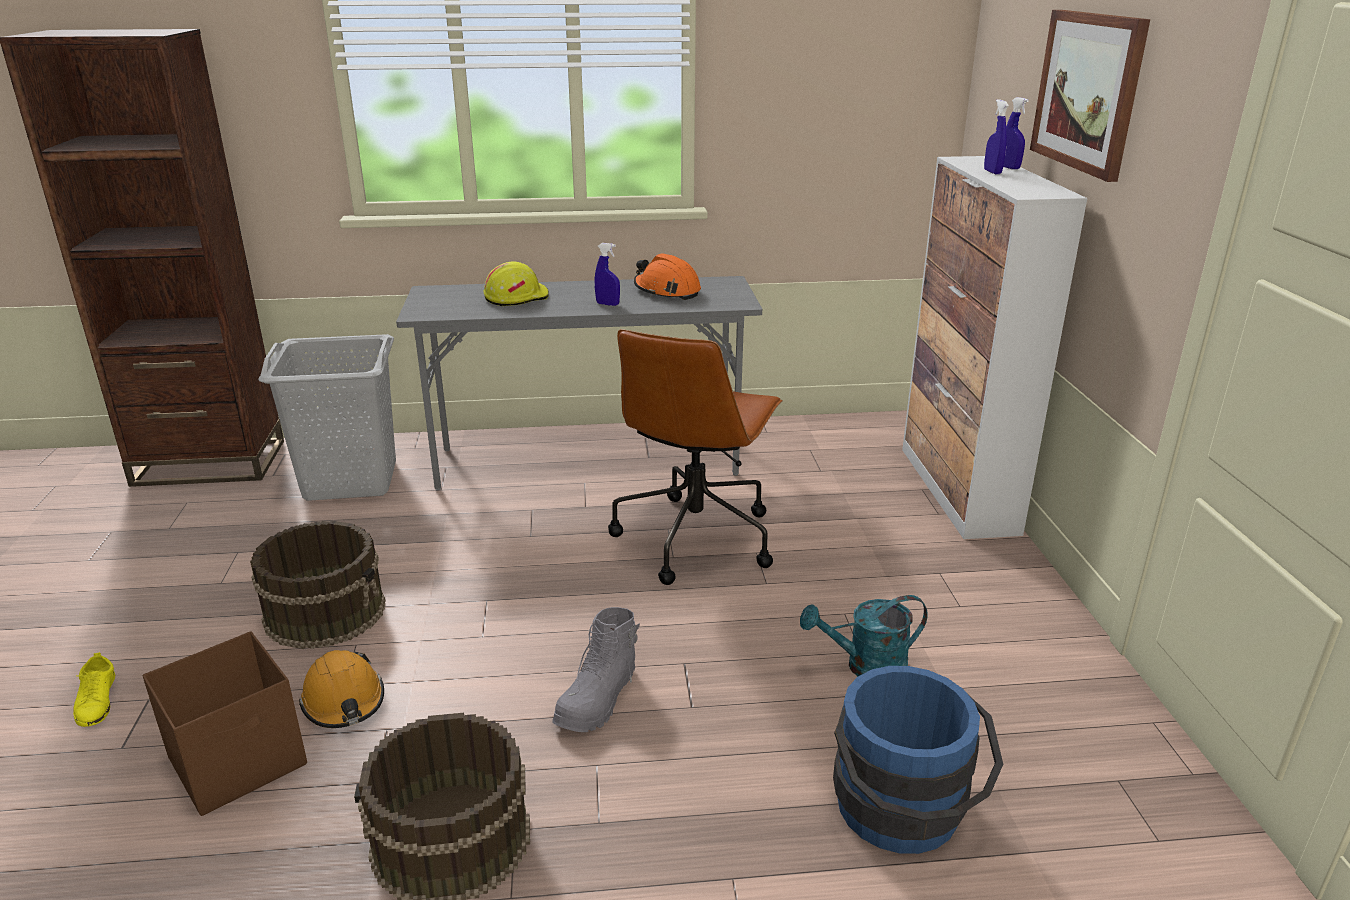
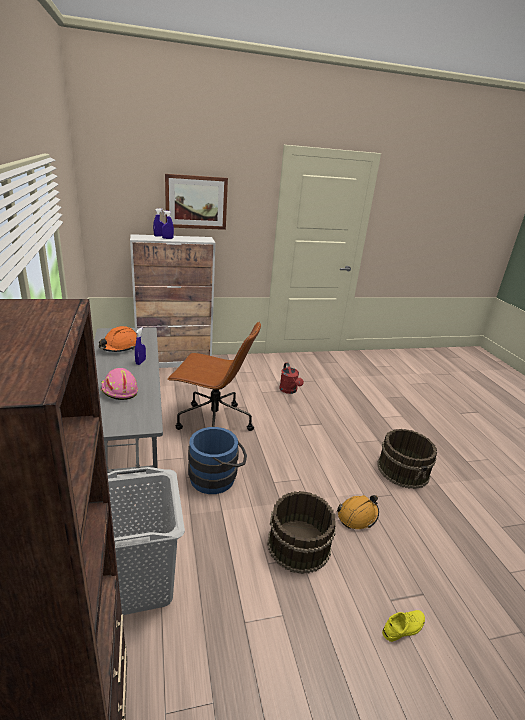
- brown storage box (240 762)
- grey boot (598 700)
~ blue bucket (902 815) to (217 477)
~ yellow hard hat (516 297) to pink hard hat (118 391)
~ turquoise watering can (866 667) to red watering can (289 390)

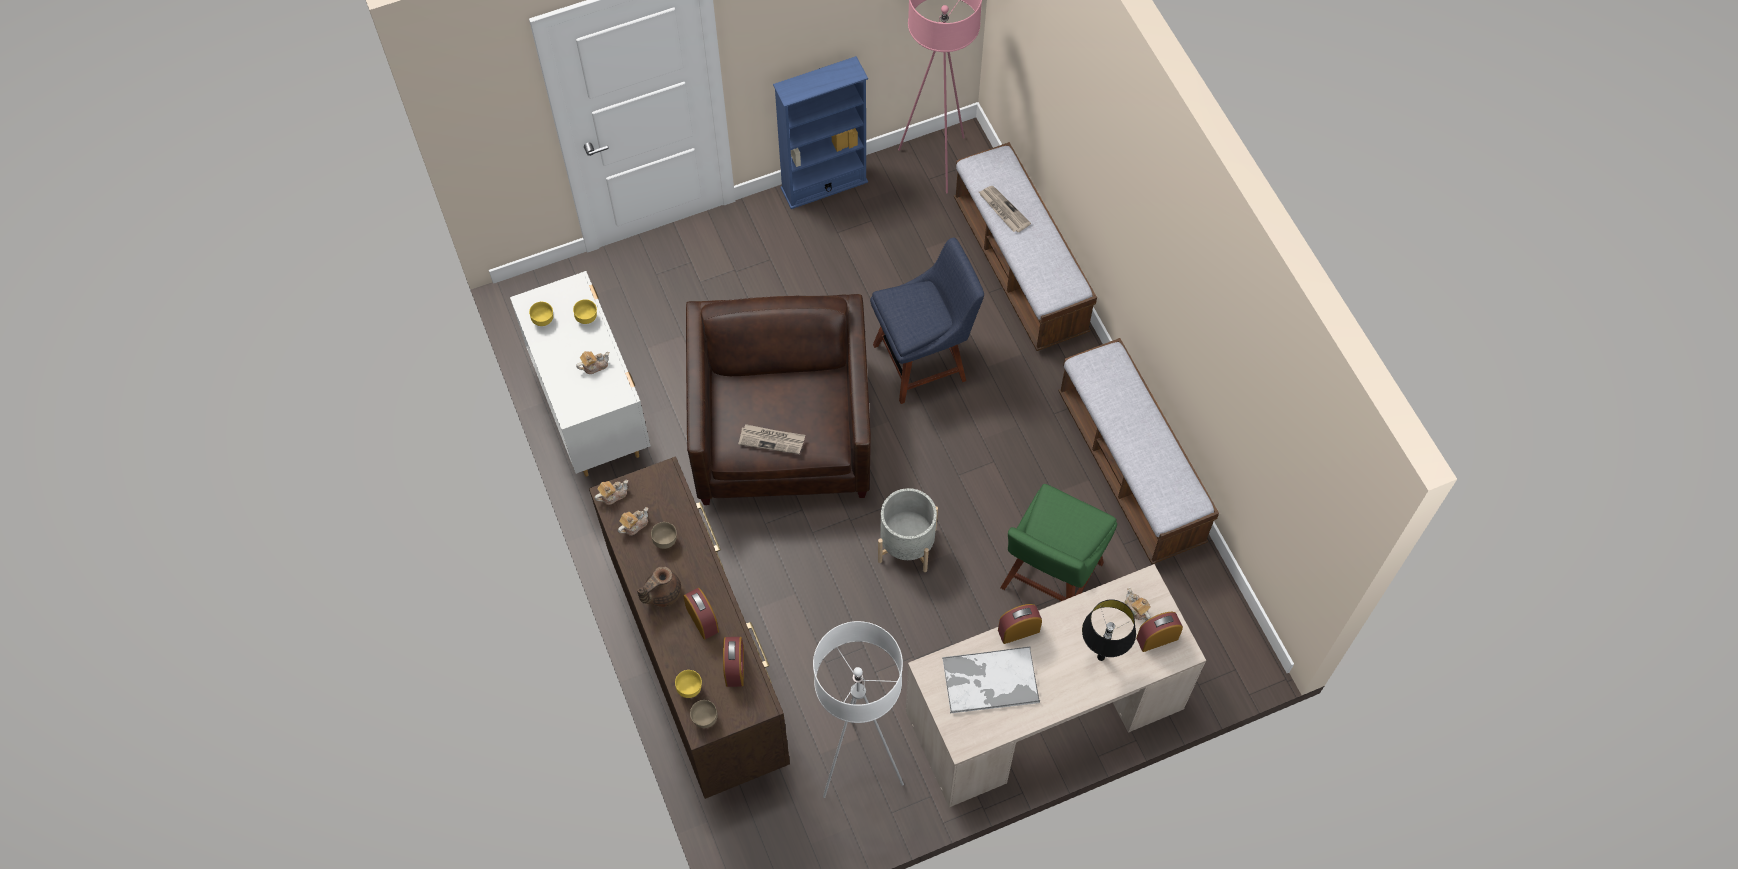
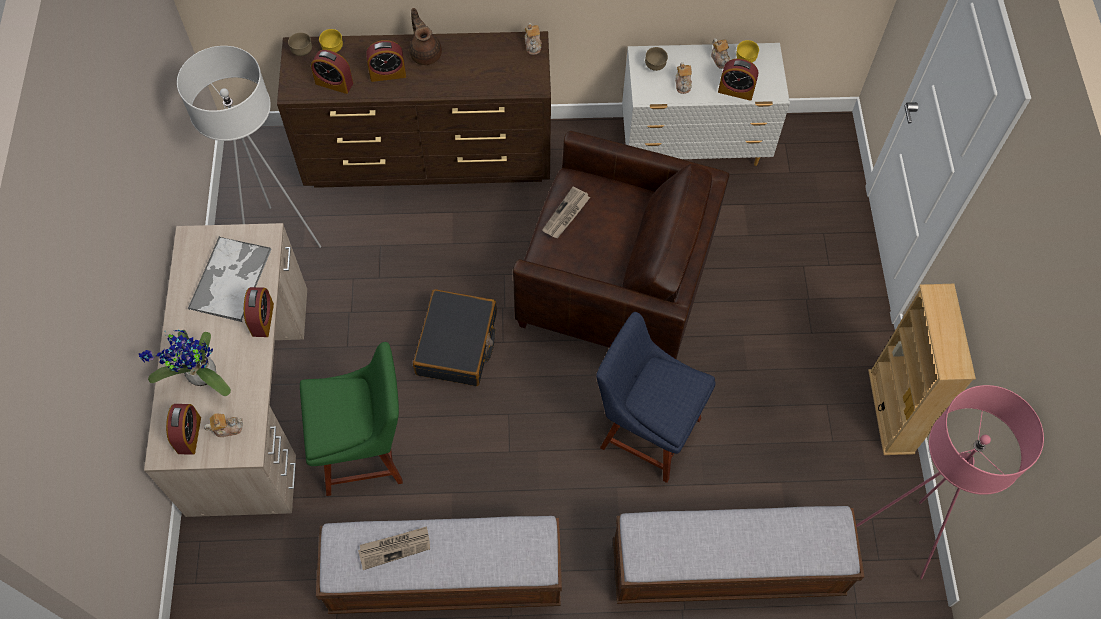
~ teapot (634 525) to (720 59)
~ brown bowl (665 541) to (655 66)
~ newspaper (1003 210) to (395 547)
~ yellow bowl (587 318) to alarm clock (736 91)
~ grey planter (907 545) to black suitcase (457 344)
~ black table lamp (1101 657) to potted plant (199 377)
~ blue bookcase (824 185) to beige bookcase (891 411)
~ blue chair (924 360) = (645 430) 120 degrees clockwise
~ green chair (1049 580) = (366 451) 120 degrees clockwise

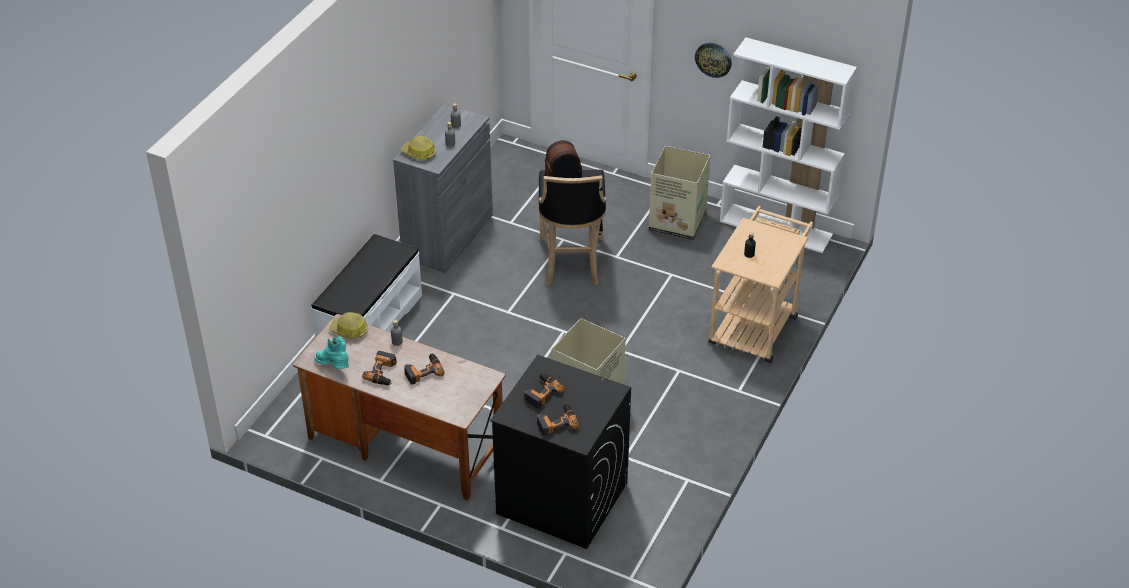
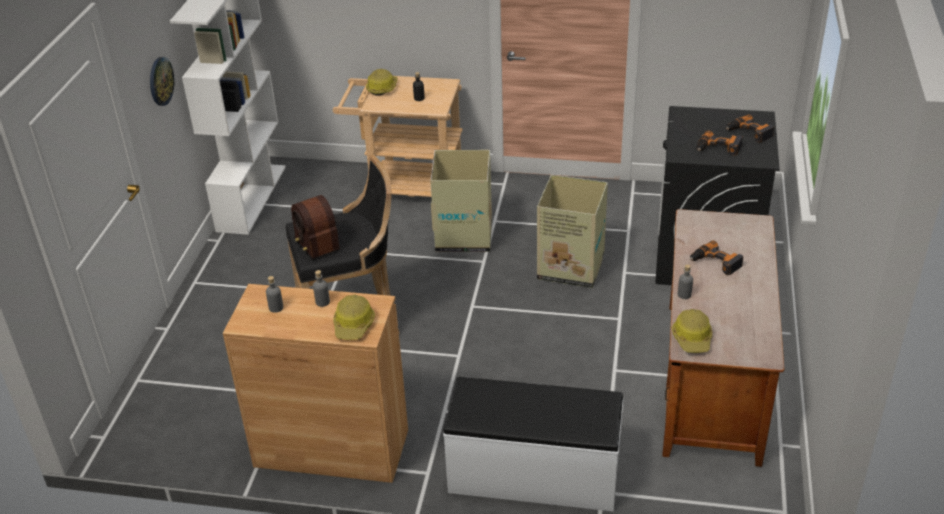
- turquoise boot (334 367)
- power drill (383 372)
+ hard hat (382 88)
~ cardboard box (678 222) to (464 235)
~ grey cabinet (448 236) to brown cabinet (331 448)

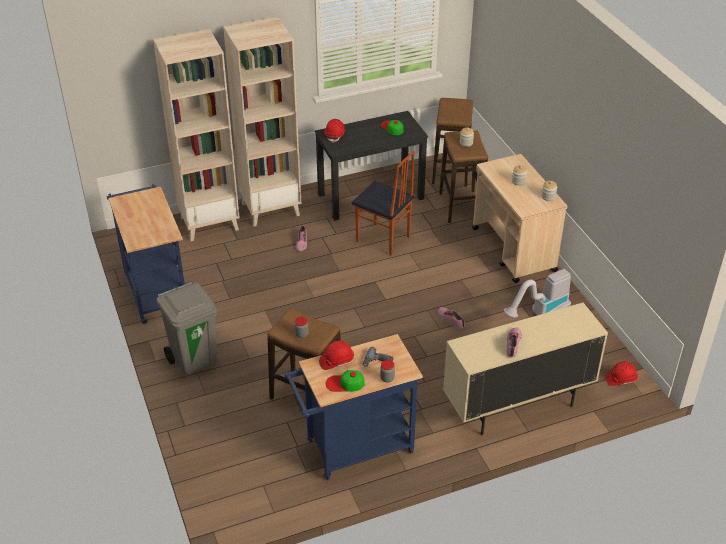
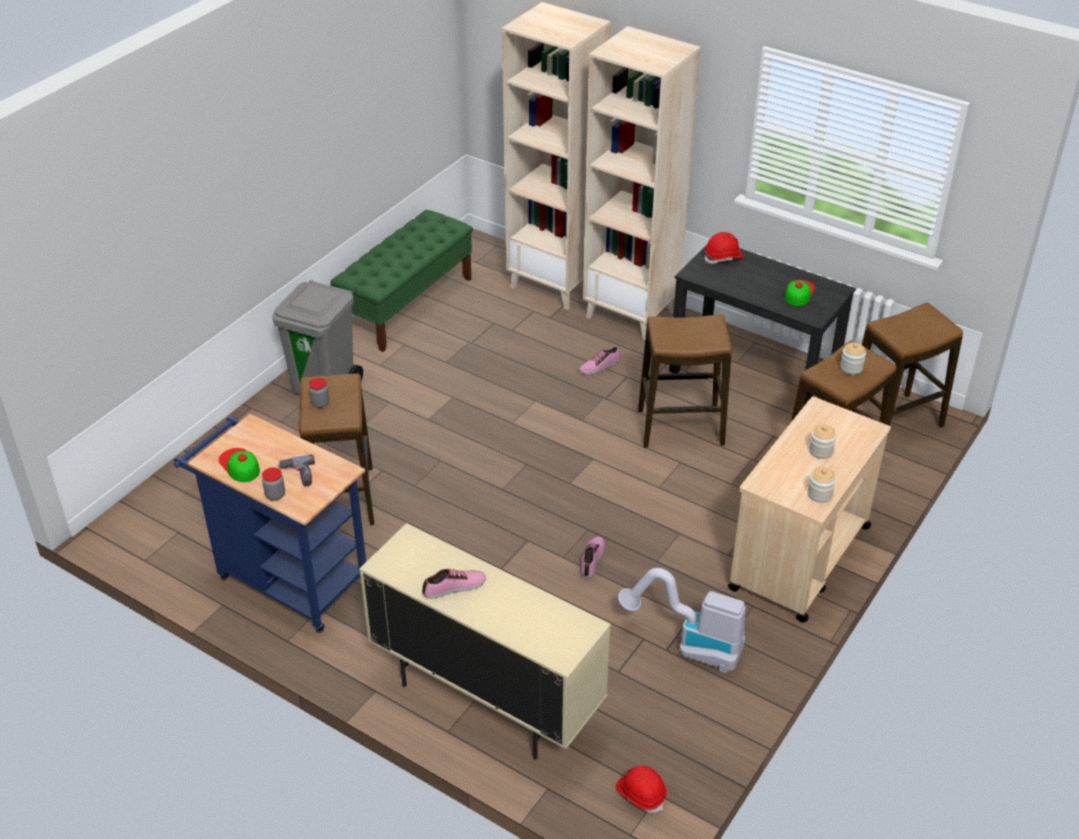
- red hard hat (336 361)
~ blue cart (155 289) to green bench (407 305)
~ chair (383 239) to stool (680 428)

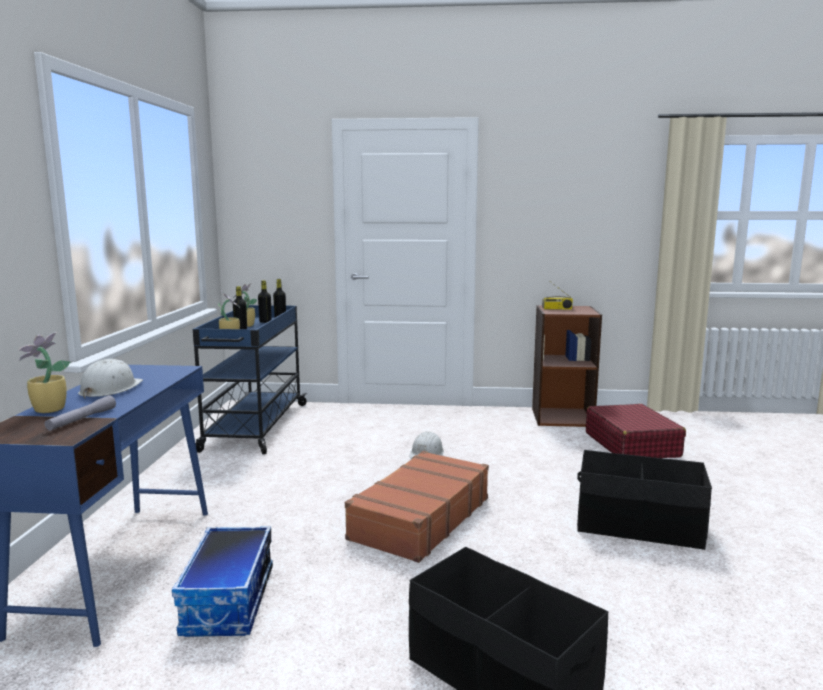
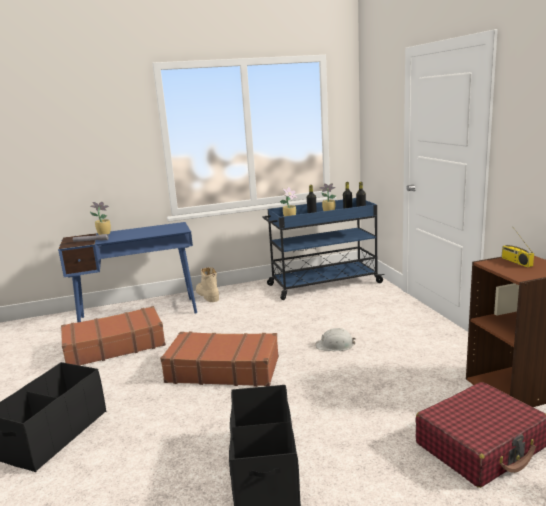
- white hard hat (110 389)
+ beige boot (207 295)
~ storage box (230 601) to brown suitcase (114 346)

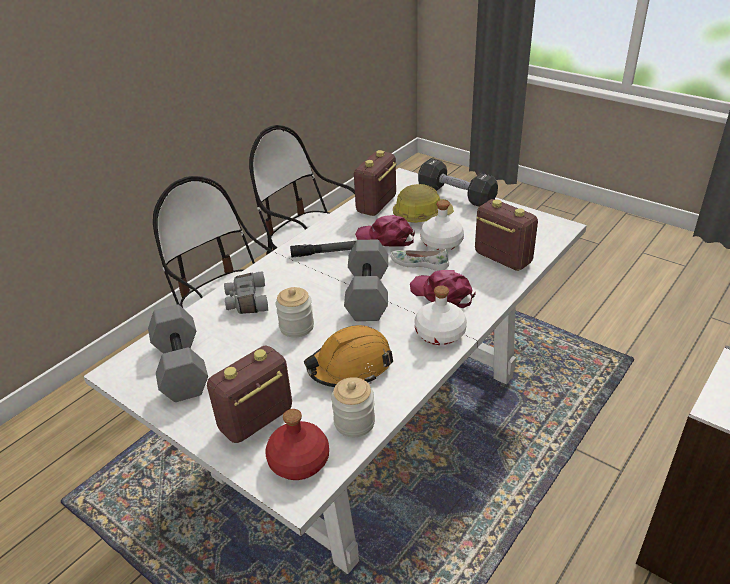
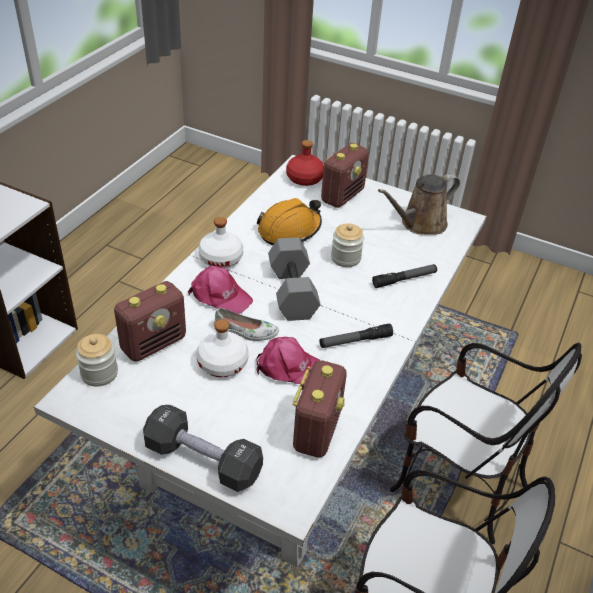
- hard hat (421 215)
~ jar (354 422) to (99 373)
~ grey dumbbell (179 367) to brown watering can (420 224)
~ grey binoculars (246 301) to flashlight (404 279)
~ radio (502 258) = (154 343) 75 degrees counterclockwise

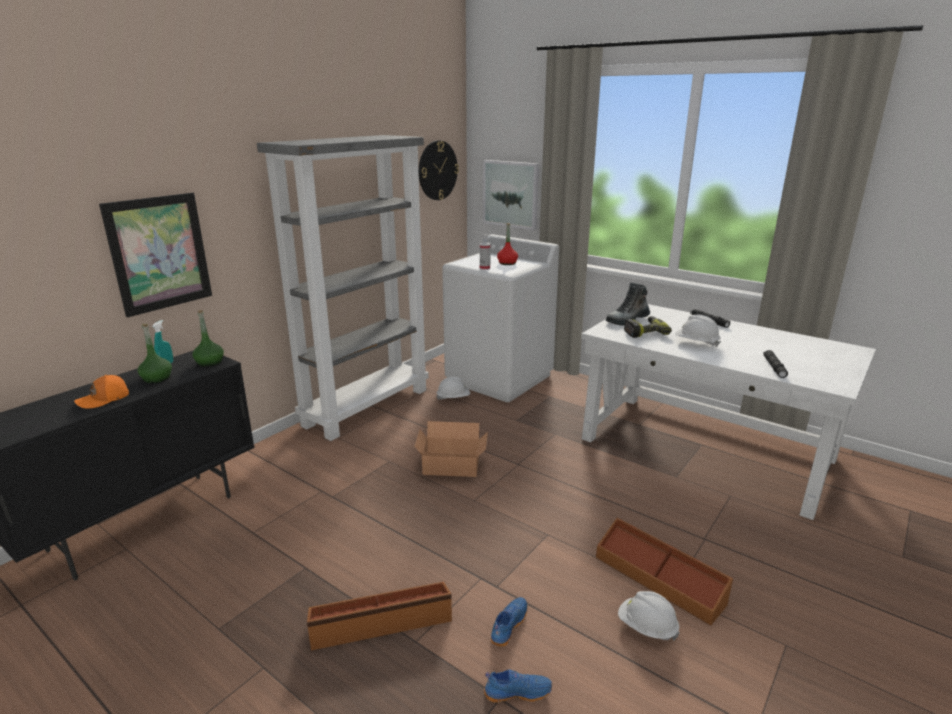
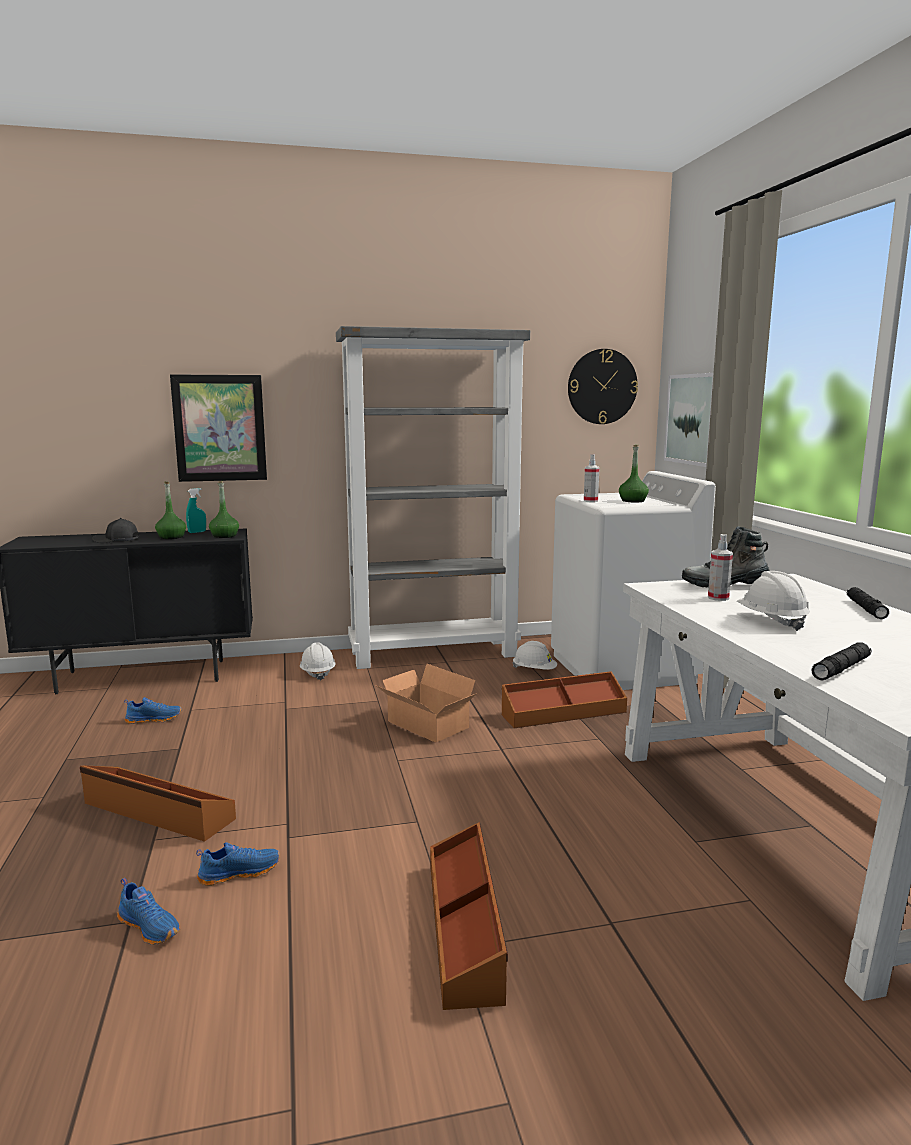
+ blue shoe (154 719)
+ brown storage box (563 713)
~ white hard hat (646 627) to (317 673)
~ power drill (644 332) to spray bottle (718 598)
~ orange cap (104 399) to black cap (116 540)
~ red bottle (507 263) to green bottle (632 501)

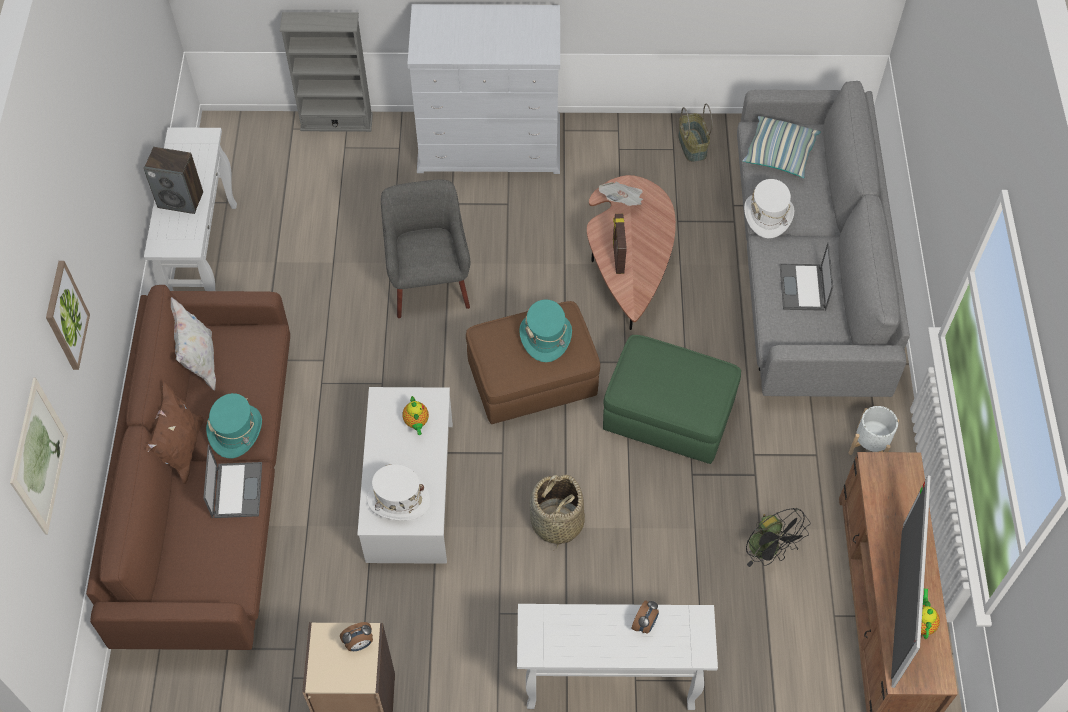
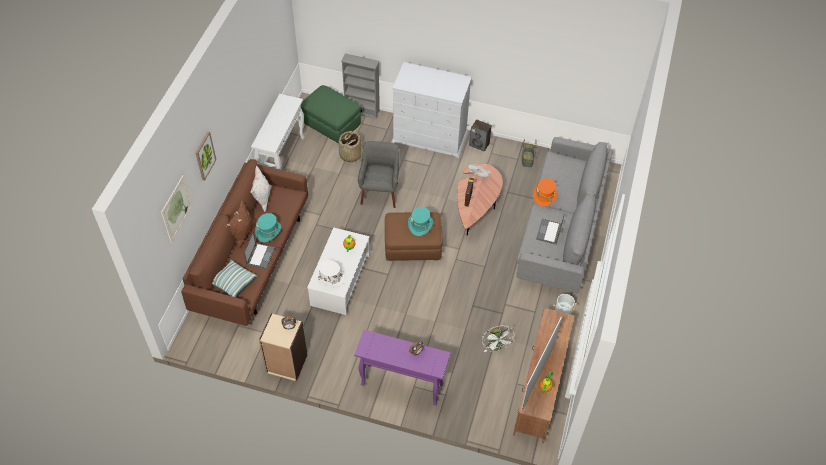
~ speaker (181 200) to (479 144)
~ basket (556 522) to (350 155)
~ green ottoman (667 417) to (331 124)
~ pillow (779 154) to (233 282)
~ white console table (608 684) to purple console table (401 384)
~ white hat (767 216) to orange hat (544 196)
~ black fan (769 551) to white fan (496 347)

